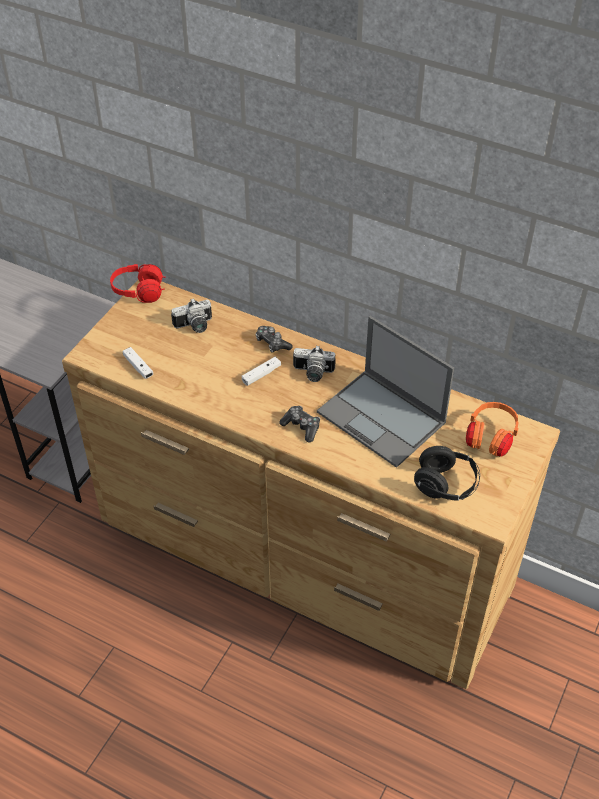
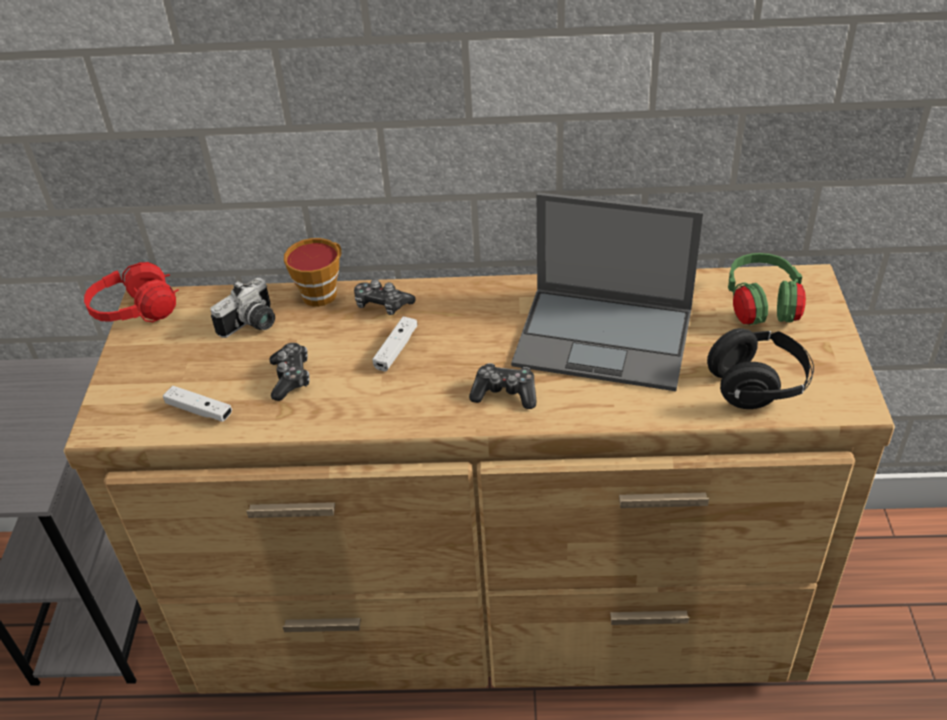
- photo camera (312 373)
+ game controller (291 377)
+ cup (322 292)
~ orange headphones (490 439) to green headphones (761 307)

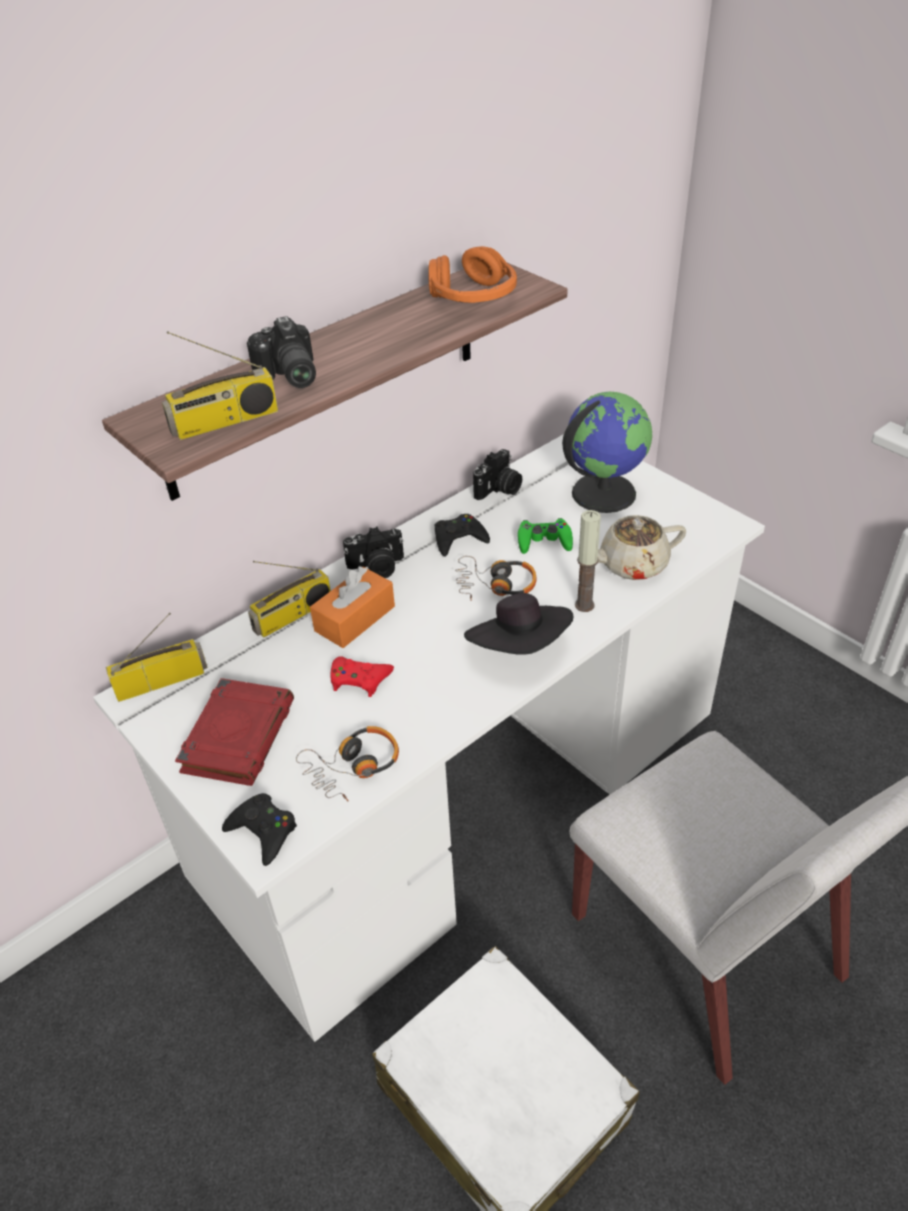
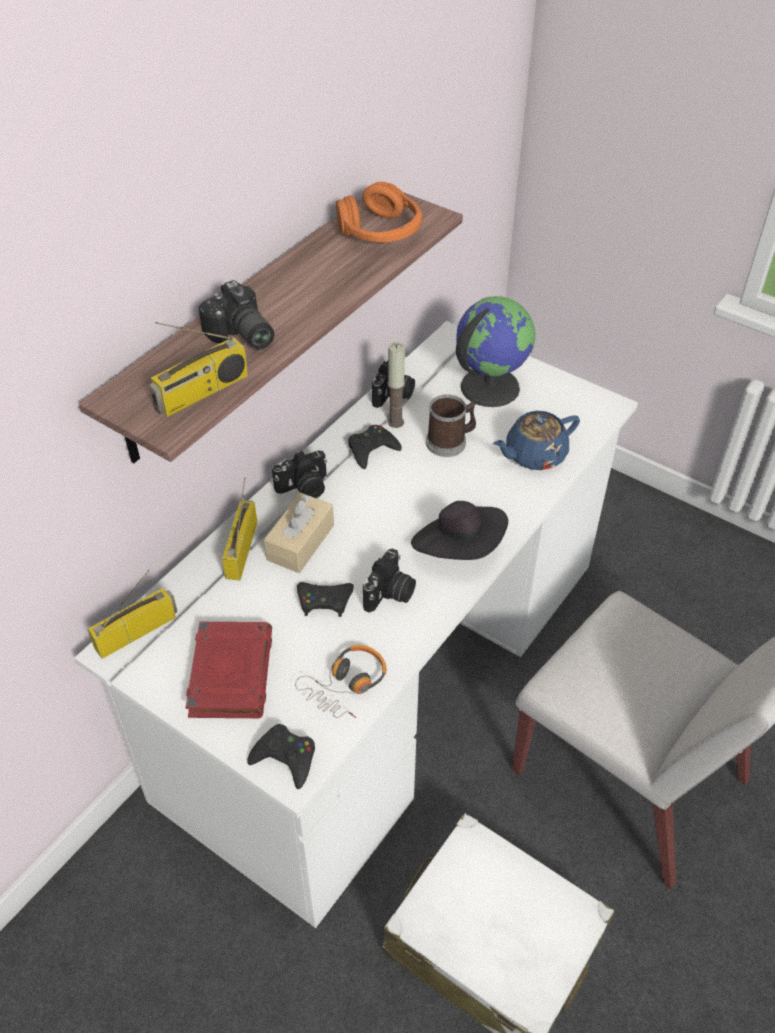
- headphones (495 585)
+ photo camera (390 594)
~ candle (584 605) to (395 422)
~ green game controller (544 541) to mug (450 442)
~ orange tissue box (355 618) to beige tissue box (300 542)
~ red game controller (359 679) to black game controller (324 601)
~ beige teapot (631 564) to blue teapot (534 455)
~ radio (293 616) = (241 548) 150 degrees clockwise

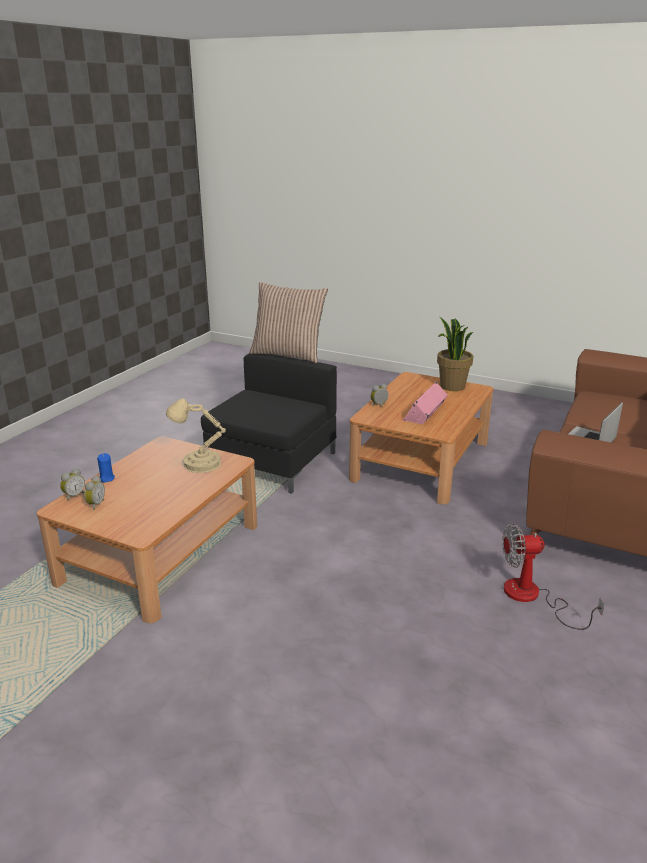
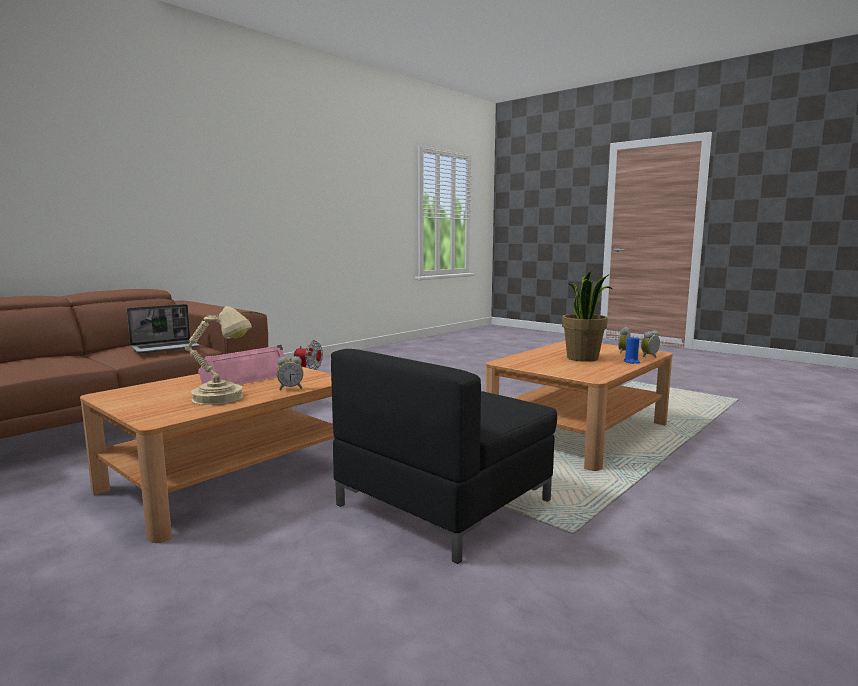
- pillow (288 354)
~ beige table lamp (198 464) to (221 398)
~ potted plant (452 386) to (583 358)

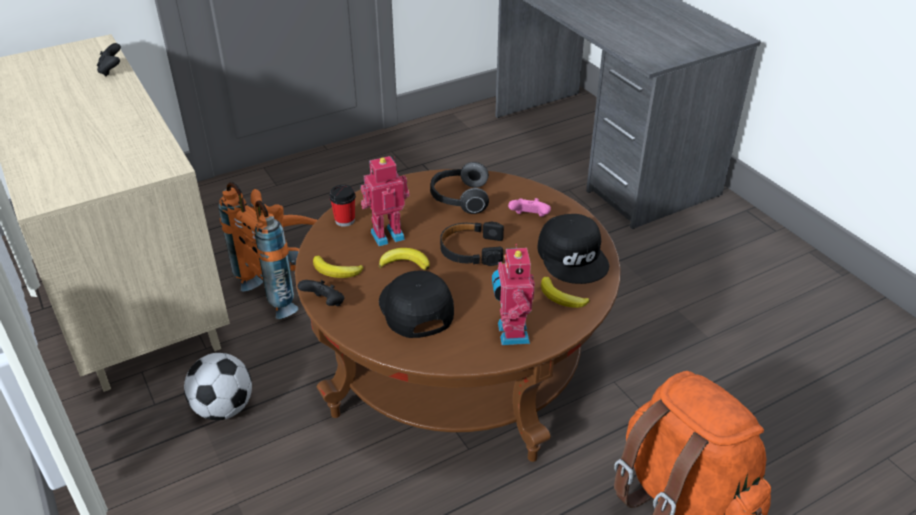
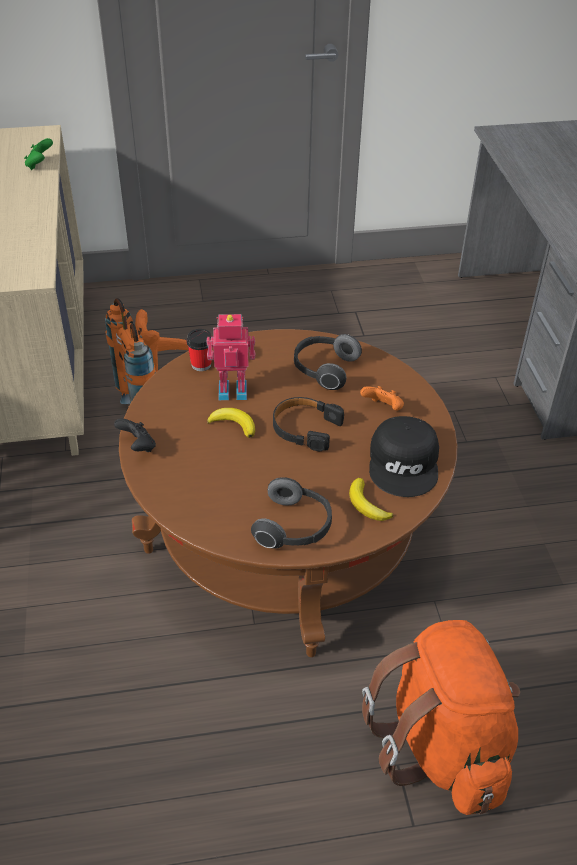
- football (223 408)
- banana (336 271)
- black cap (414 308)
~ toy robot (510 333) to headphones (294 527)
~ black game controller (112 71) to green game controller (40 165)
~ pink game controller (529 218) to orange game controller (383 408)

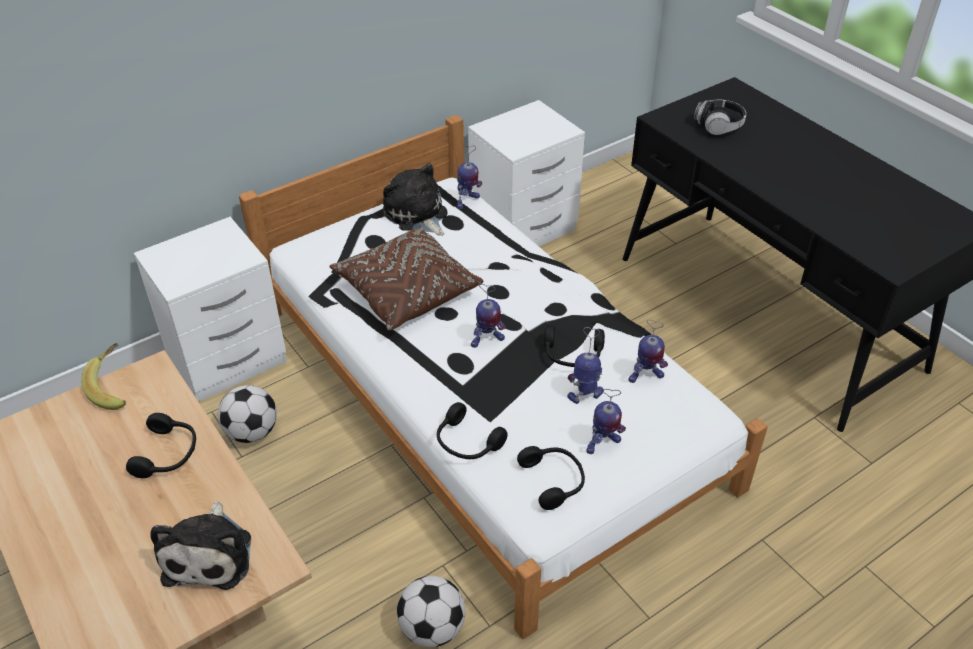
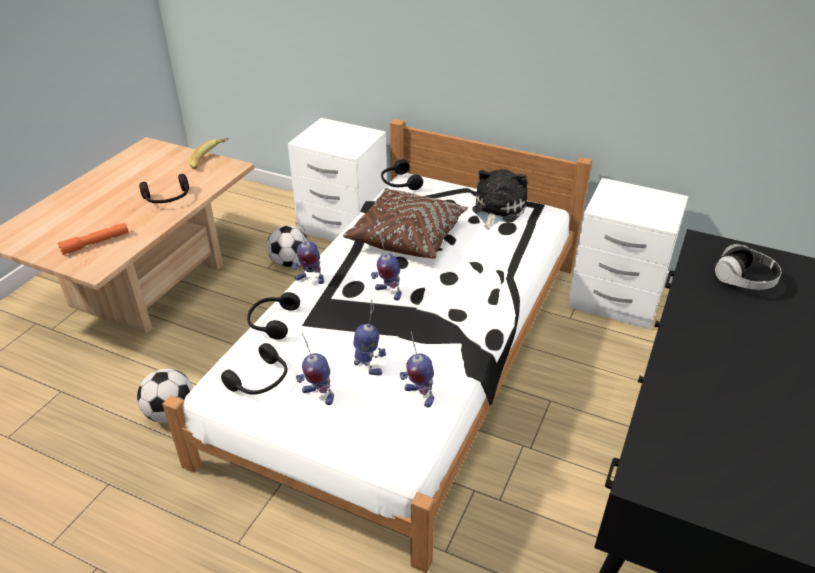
~ toy robot (467 201) to (309 279)
~ black headphones (572 355) to (399 183)
~ plush toy (210 554) to orange flashlight (95 243)

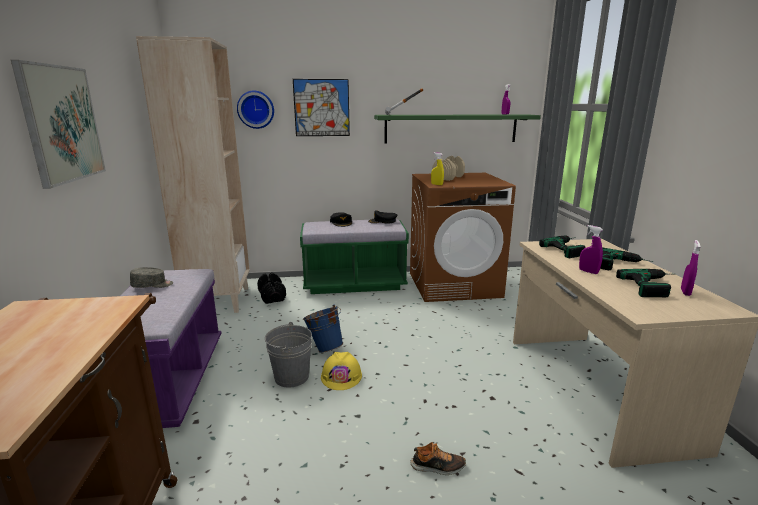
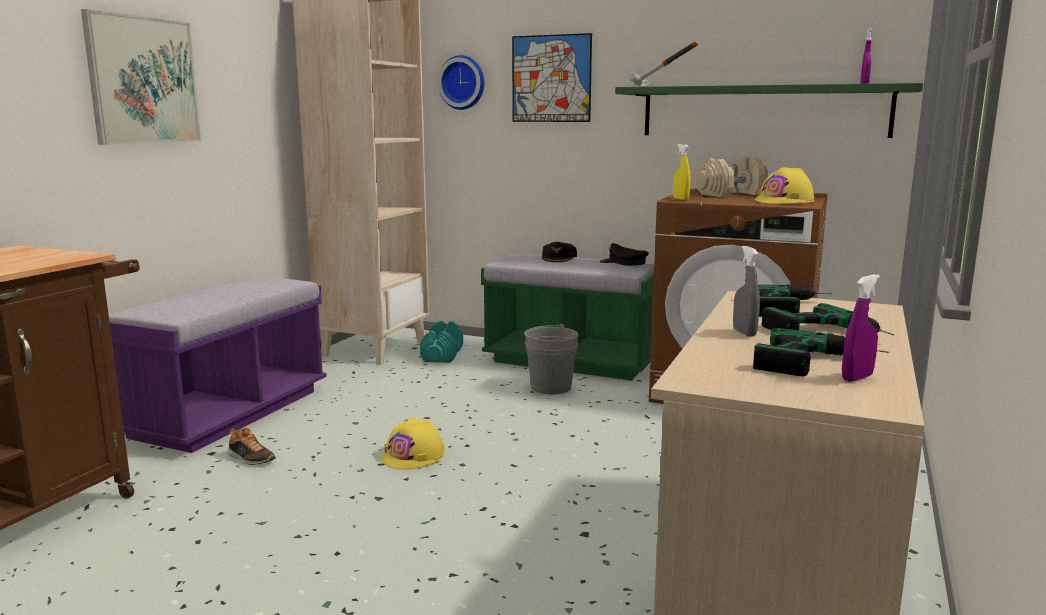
- grey cap (152 285)
- blue bucket (324 348)
+ yellow hard hat (784 201)
~ grey bucket (291 377) to (551 387)
~ shoe (437 467) to (250 458)
~ black dumbbell (272 296) to turquoise dumbbell (442 355)
~ purple spray bottle (588 272) to grey spray bottle (744 333)

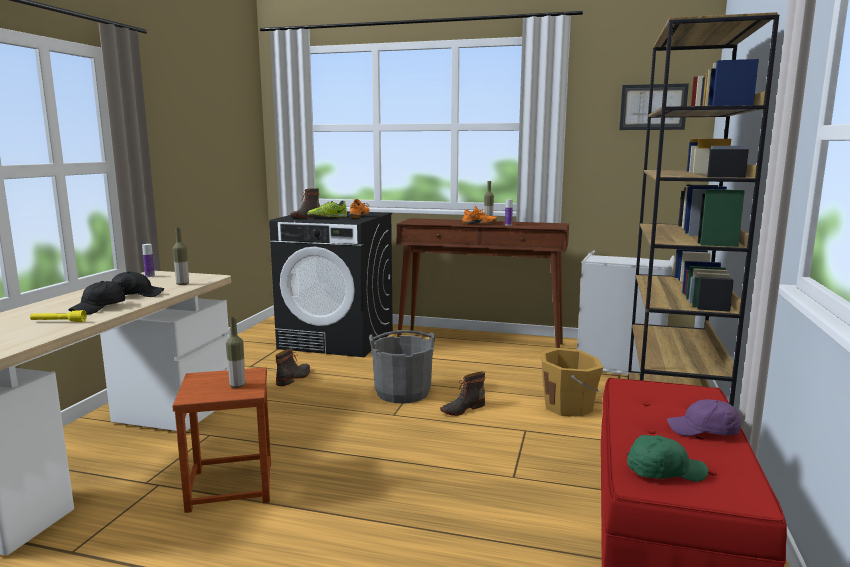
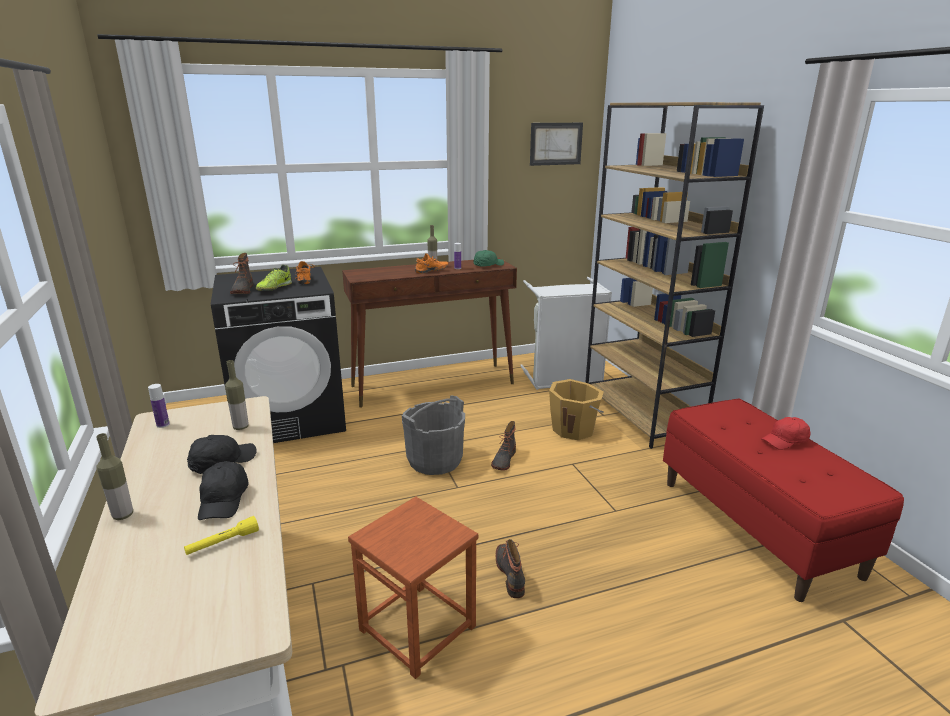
~ bottle (237 386) to (123 515)
~ boot (294 378) to (511 573)
~ green cap (664 472) to (488 265)
~ purple cap (703 431) to red cap (785 441)

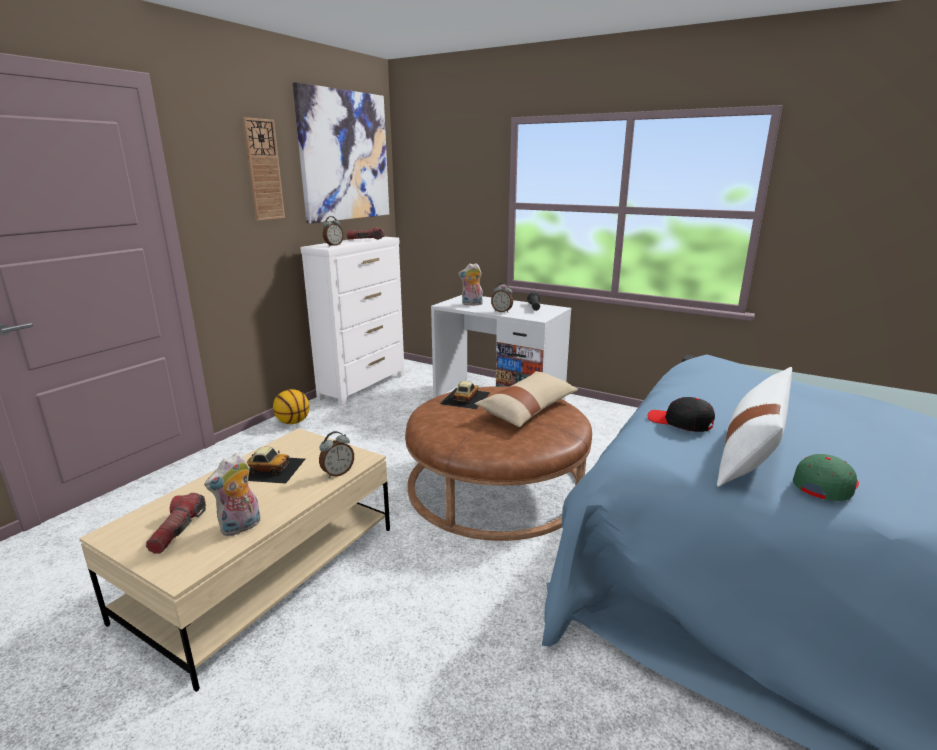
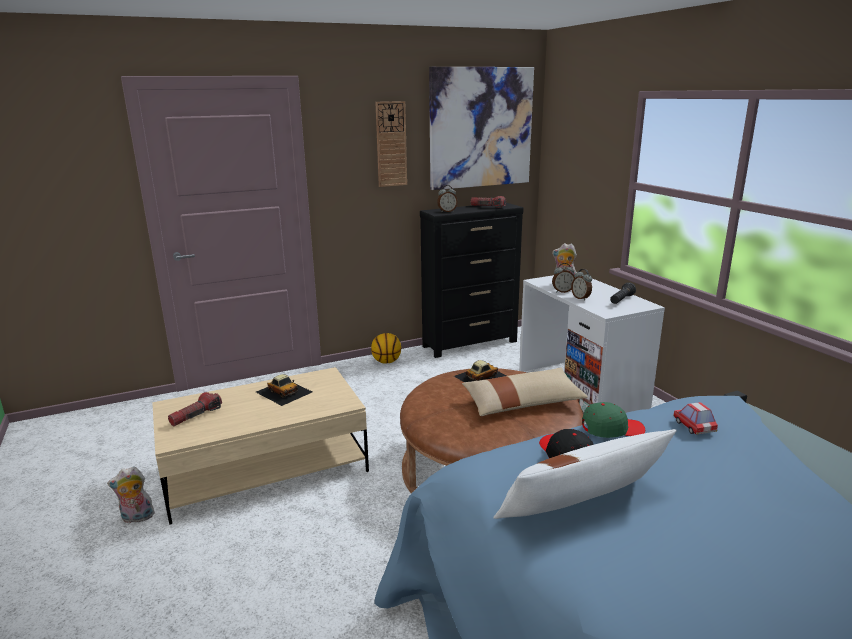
+ toy car (693 427)
~ plush toy (241 527) to (137 518)
~ alarm clock (337 473) to (562 291)
~ green cap (825 485) to (612 428)
~ white dresser (364 386) to black dresser (470 344)

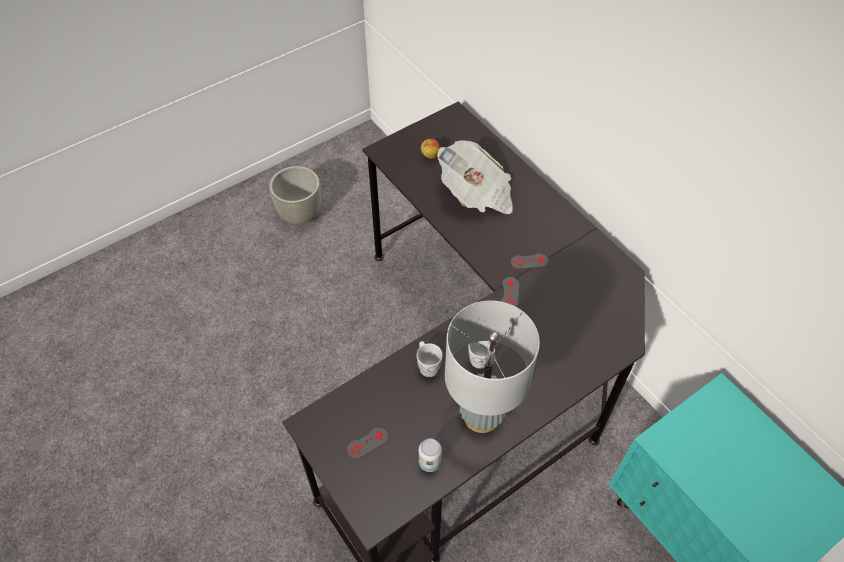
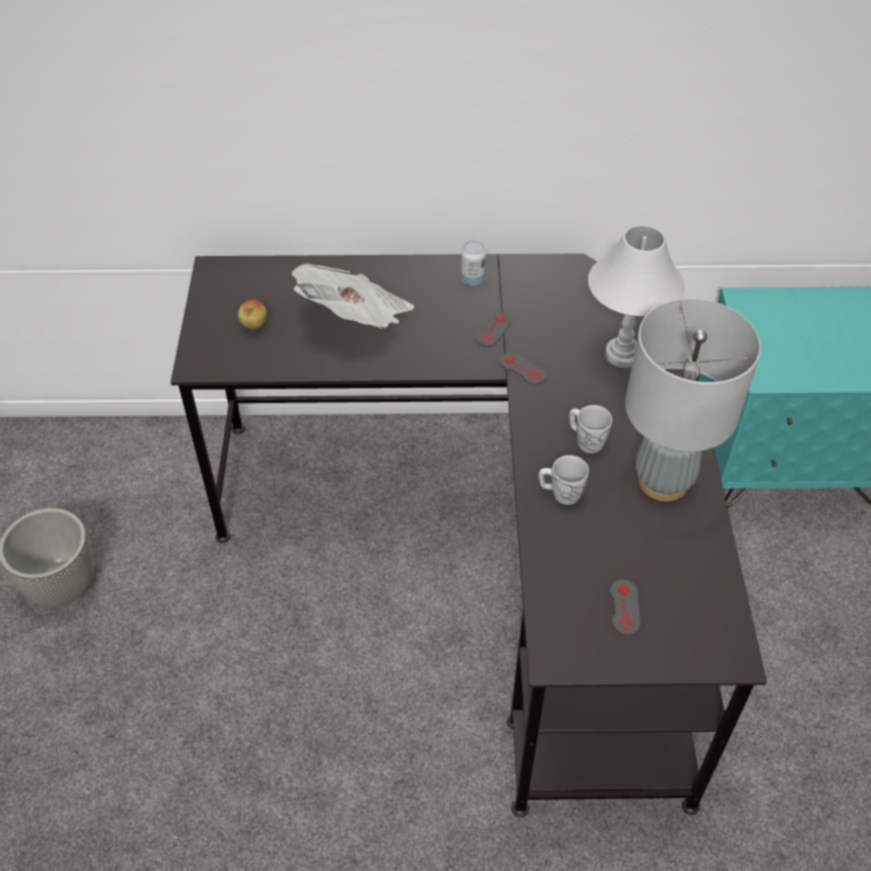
+ white table lamp (623 354)
~ can (429 462) to (472 279)

